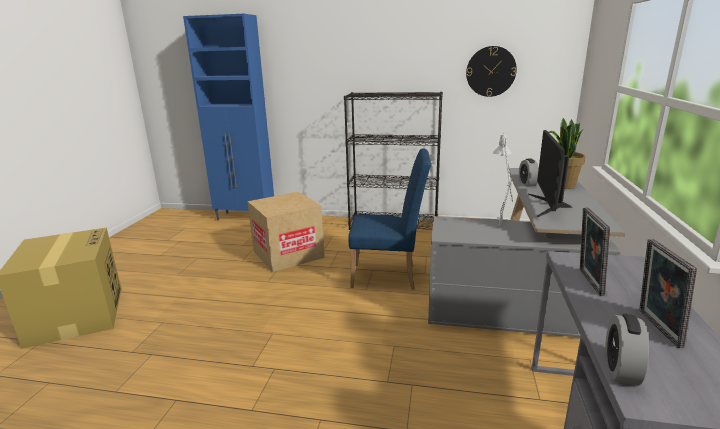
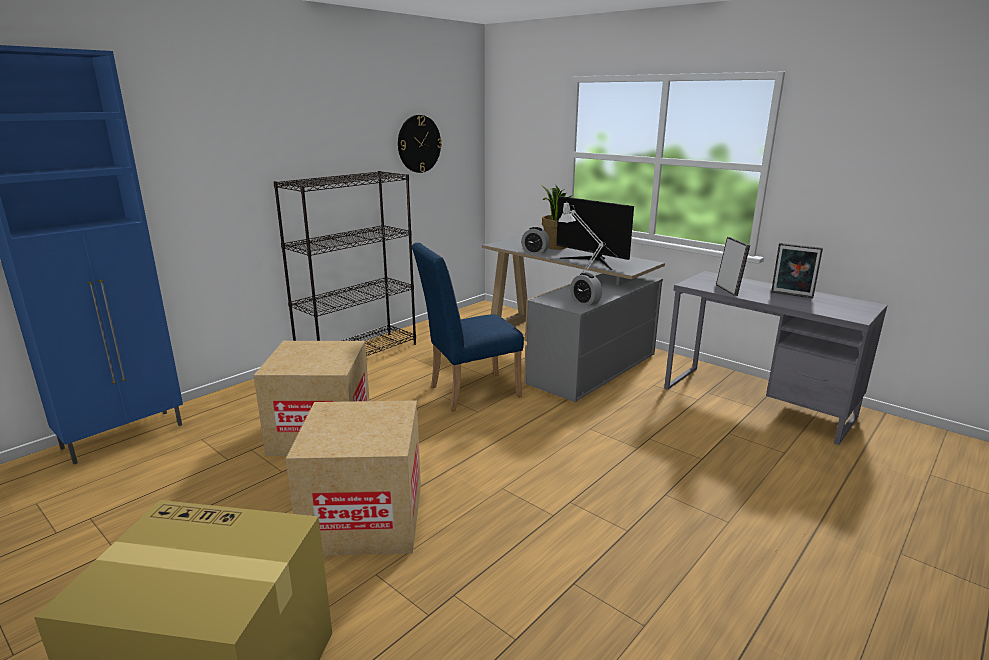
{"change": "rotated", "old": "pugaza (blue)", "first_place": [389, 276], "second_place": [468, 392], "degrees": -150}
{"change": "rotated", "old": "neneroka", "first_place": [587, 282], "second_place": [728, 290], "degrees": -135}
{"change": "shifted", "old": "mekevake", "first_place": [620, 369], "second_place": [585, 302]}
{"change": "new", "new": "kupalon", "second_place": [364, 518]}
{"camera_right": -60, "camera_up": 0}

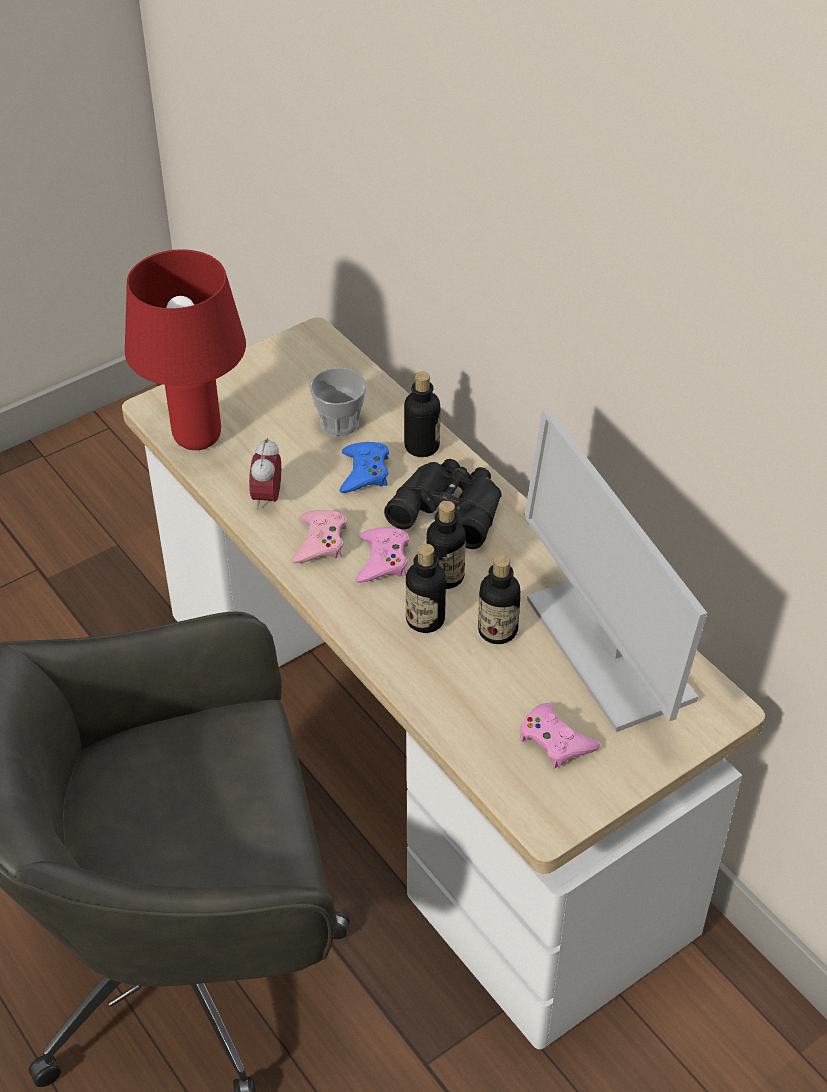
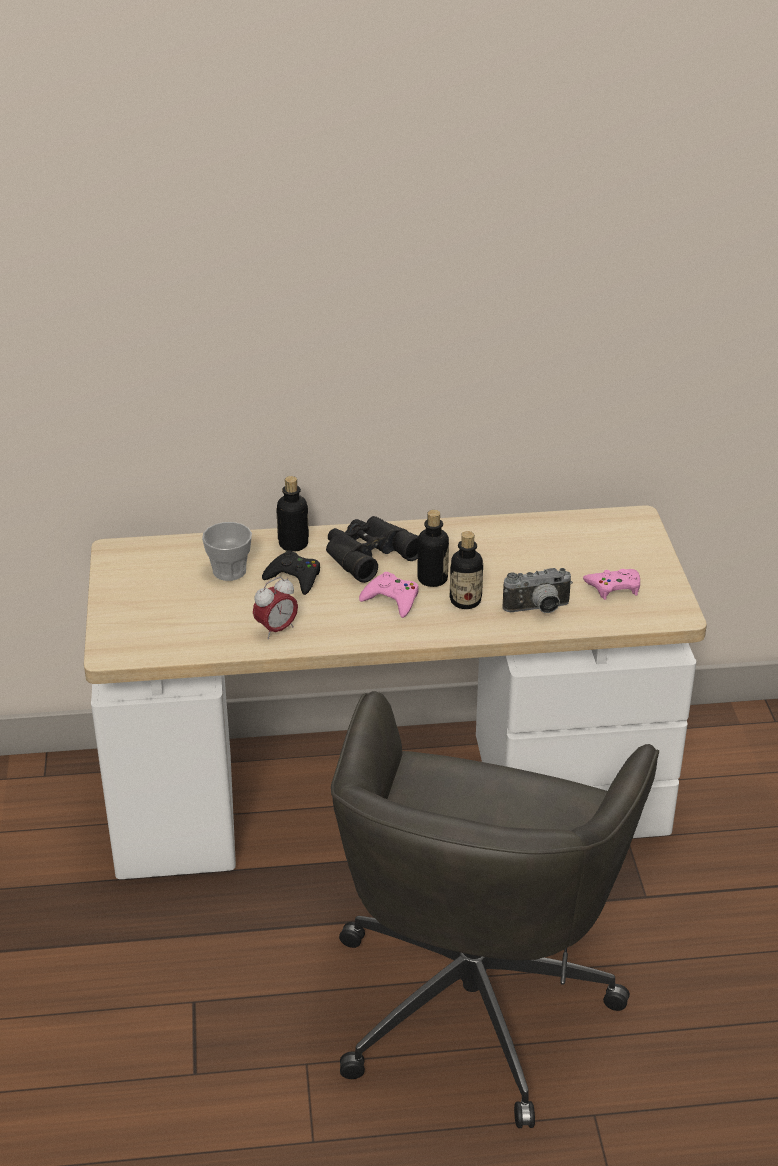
{"change": "gone", "old": "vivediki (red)", "first_place": [196, 437]}
{"change": "rotated", "old": "mekevake", "first_place": [267, 498], "second_place": [276, 630], "degrees": -75}
{"change": "gone", "old": "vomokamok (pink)", "first_place": [320, 542]}
{"change": "repainted", "old": "vomokamok (blue)", "new": "vomokamok (black)", "first_place": [364, 472], "second_place": [294, 577]}
{"change": "gone", "old": "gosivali", "first_place": [497, 631]}
{"change": "gone", "old": "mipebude", "first_place": [607, 648]}
{"change": "new", "new": "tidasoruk", "second_place": [538, 610]}
{"camera_right": -60, "camera_up": -10}

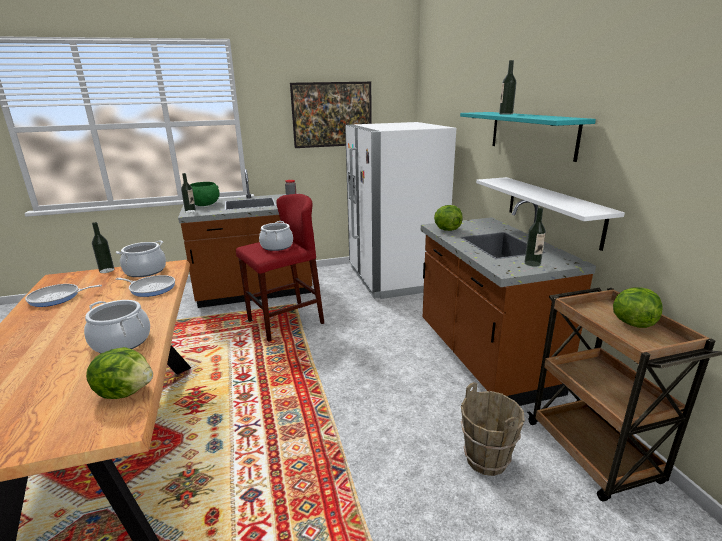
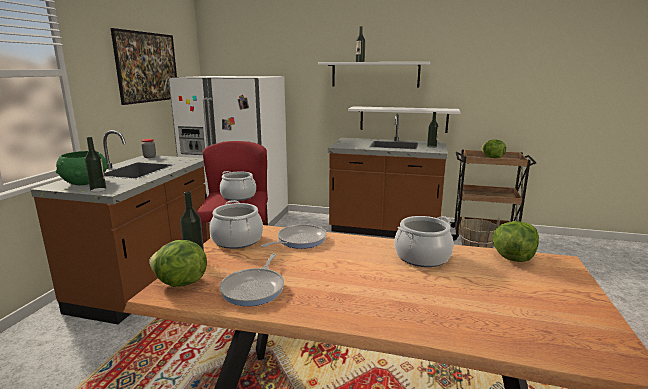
{"change": "shifted", "old": "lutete", "first_place": [446, 230], "second_place": [180, 283]}
{"change": "repainted", "old": "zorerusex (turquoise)", "new": "zorerusex (white)", "first_place": [531, 134], "second_place": [375, 74]}
{"camera_right": -60, "camera_up": -5}

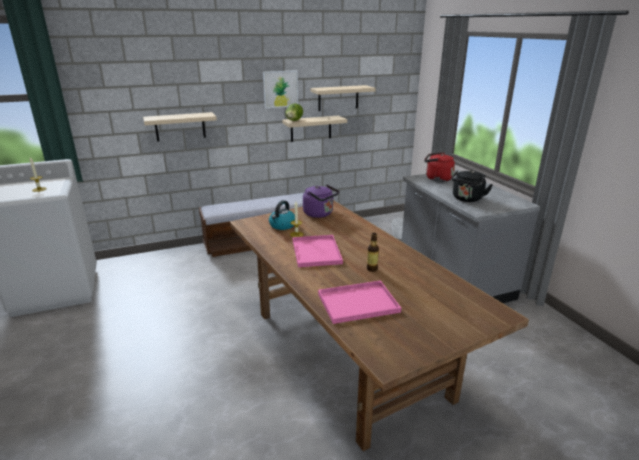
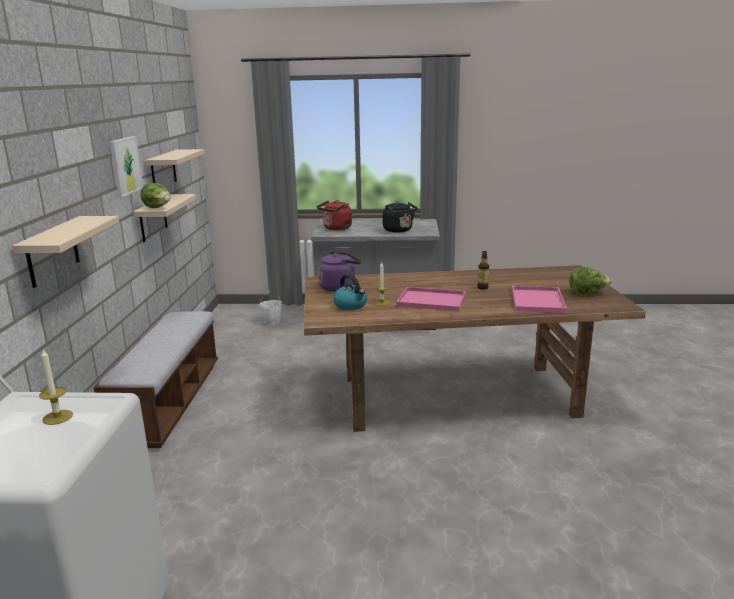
{"change": "new", "new": "lutete", "second_place": [587, 293]}
{"camera_right": -65, "camera_up": -5}

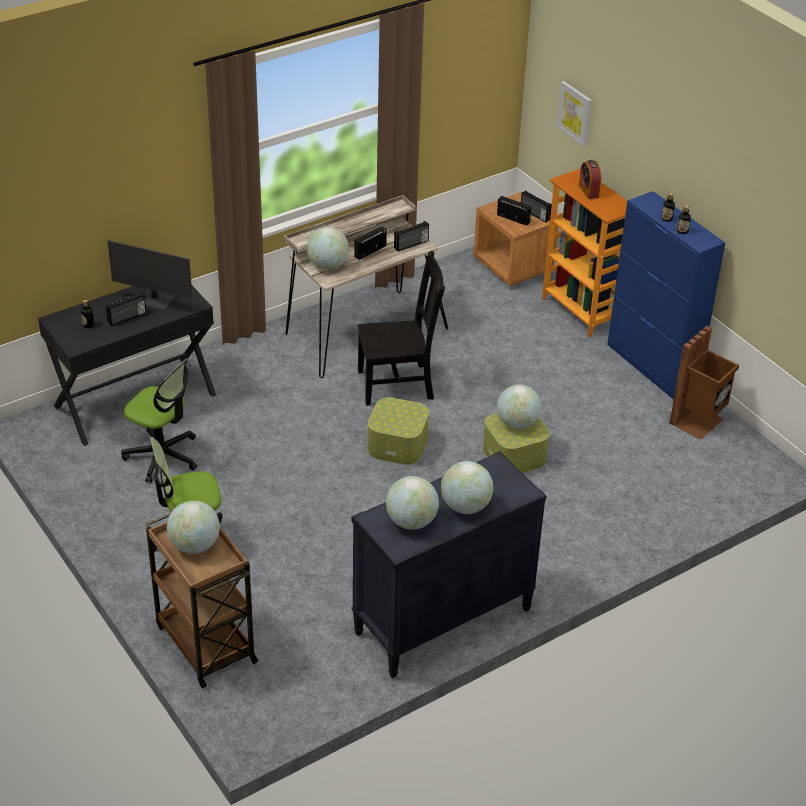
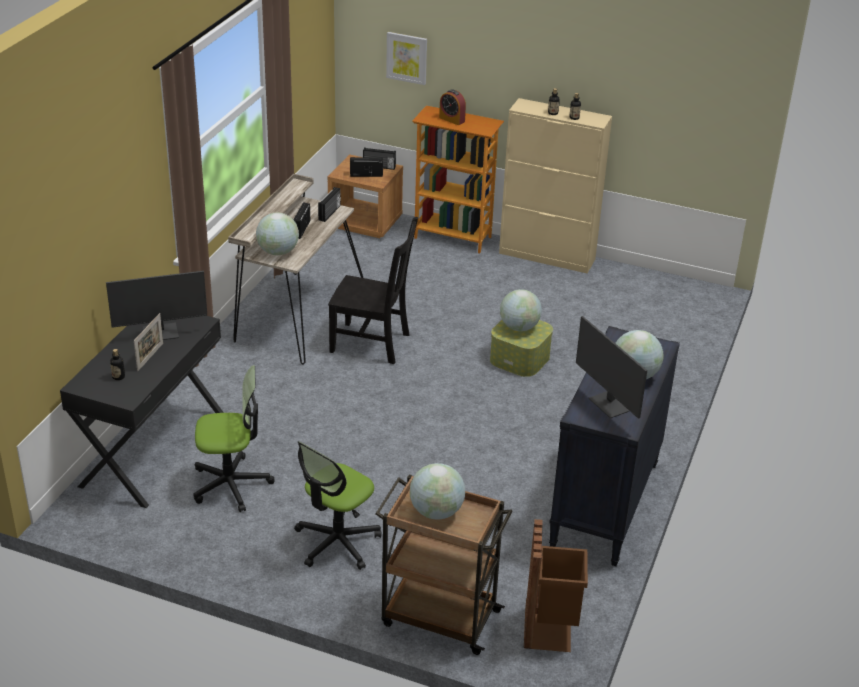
{"change": "swapped", "old": "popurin", "new": "neneroka", "first_place": [127, 318], "second_place": [150, 357]}
{"change": "rotated", "old": "pugaza (black)", "first_place": [398, 384], "second_place": [372, 343], "degrees": 60}
{"change": "gone", "old": "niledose", "first_place": [397, 444]}
{"change": "swapped", "old": "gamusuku", "new": "mipebude", "first_place": [411, 522], "second_place": [610, 404]}
{"change": "repainted", "old": "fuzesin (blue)", "new": "fuzesin (beige)", "first_place": [652, 366], "second_place": [547, 256]}
{"change": "shifted", "old": "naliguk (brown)", "first_place": [698, 421], "second_place": [550, 630]}
{"camera_right": -35, "camera_up": -5}

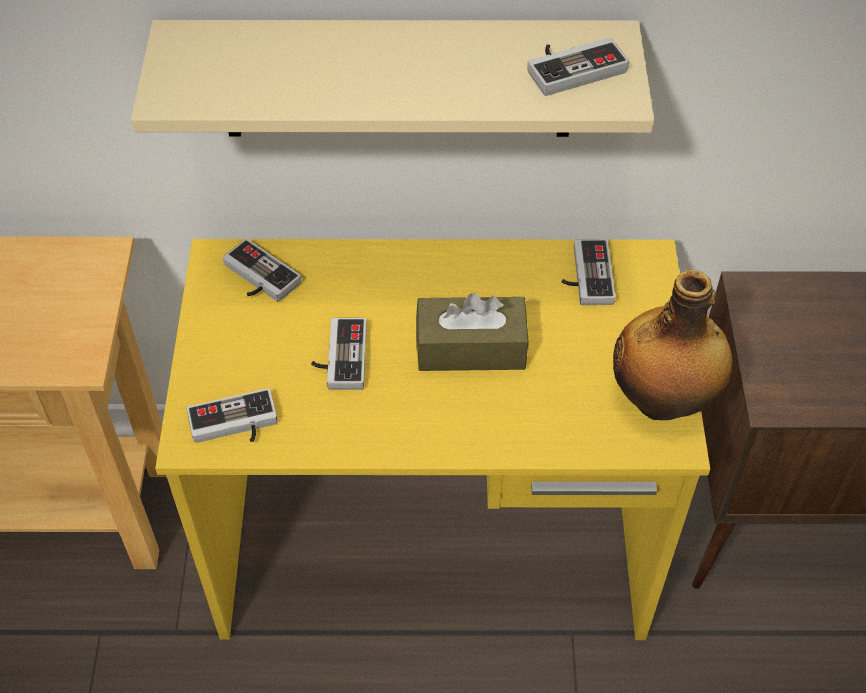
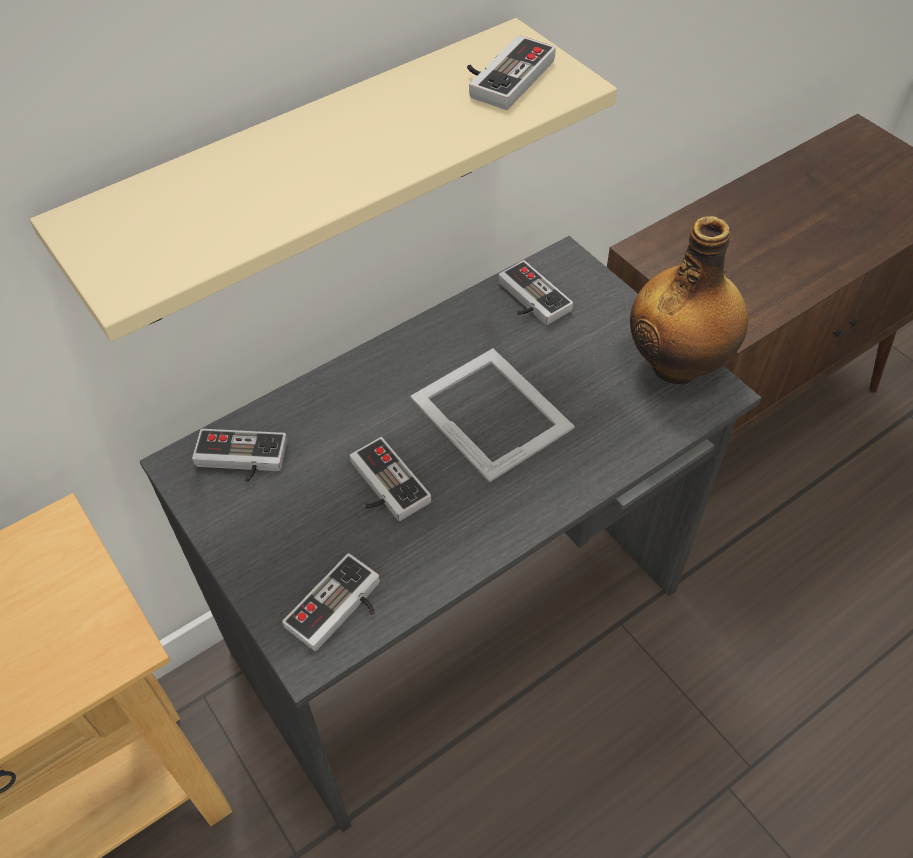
{"change": "repainted", "old": "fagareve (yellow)", "new": "fagareve (grey)", "first_place": [434, 545], "second_place": [461, 624]}
{"change": "swapped", "old": "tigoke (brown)", "new": "neneroka", "first_place": [471, 348], "second_place": [491, 411]}
{"camera_right": -35, "camera_up": 0}

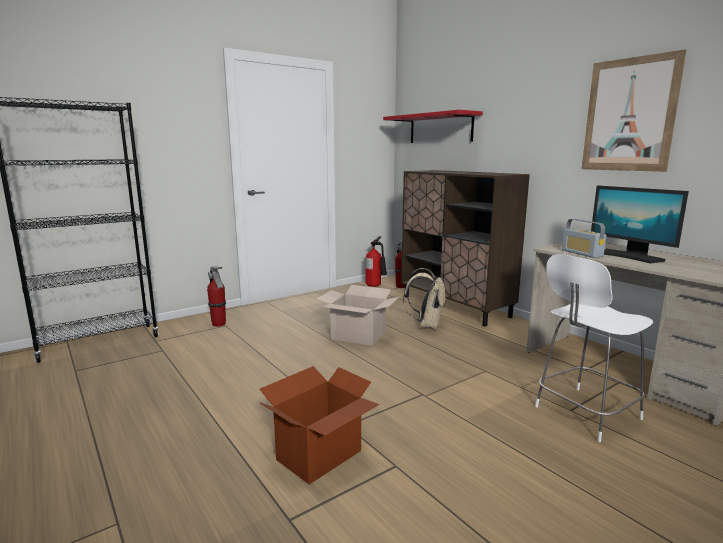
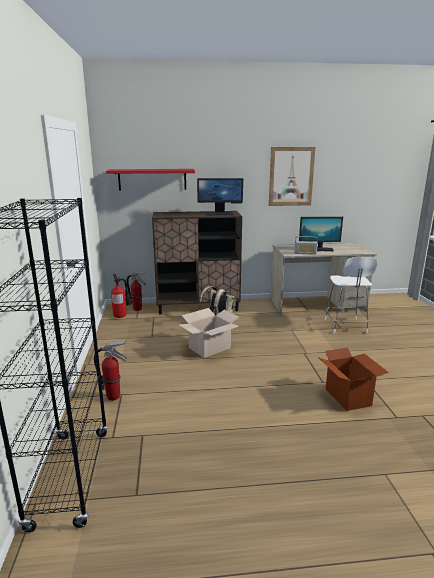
{"change": "new", "new": "mipebude", "second_place": [220, 213]}
{"camera_right": -60, "camera_up": 5}

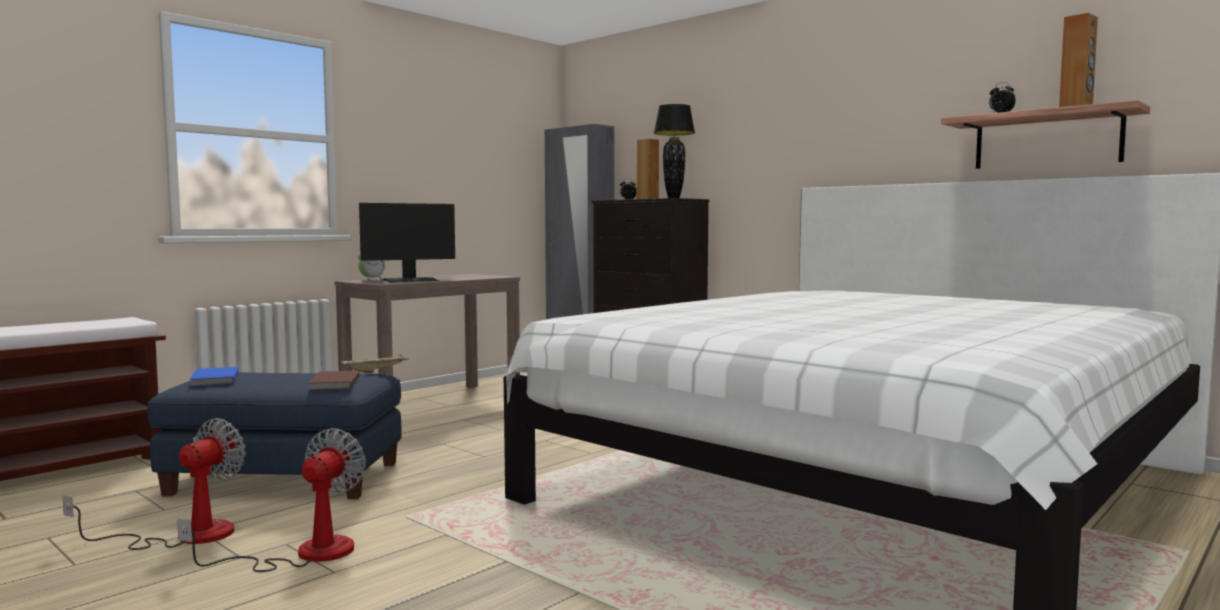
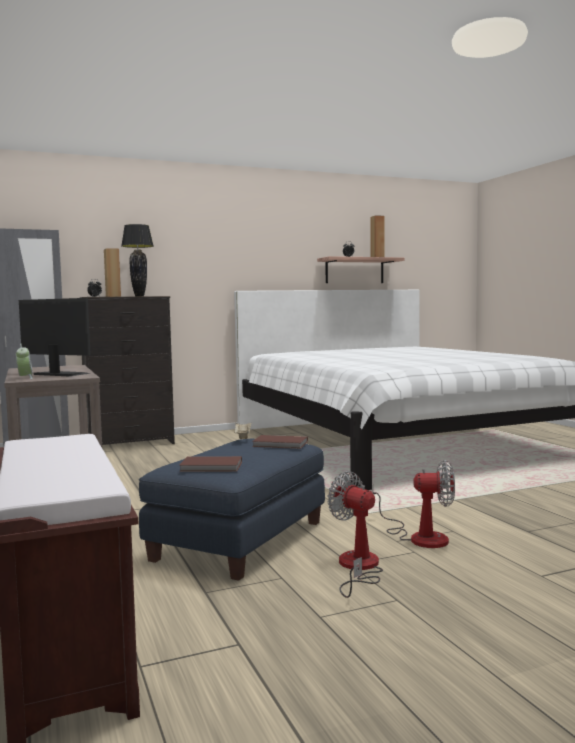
{"change": "rotated", "old": "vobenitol", "first_place": [304, 554], "second_place": [419, 537], "degrees": 150}
{"change": "repainted", "old": "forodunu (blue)", "new": "forodunu (brown)", "first_place": [213, 379], "second_place": [212, 467]}
{"change": "rotated", "old": "mipebude", "first_place": [411, 280], "second_place": [60, 374], "degrees": -60}
{"camera_right": -65, "camera_up": 0}

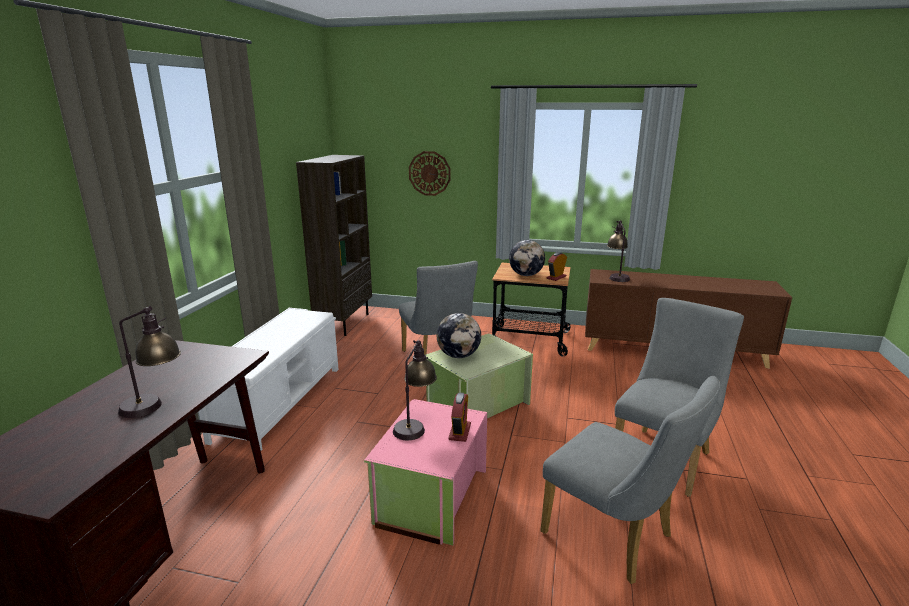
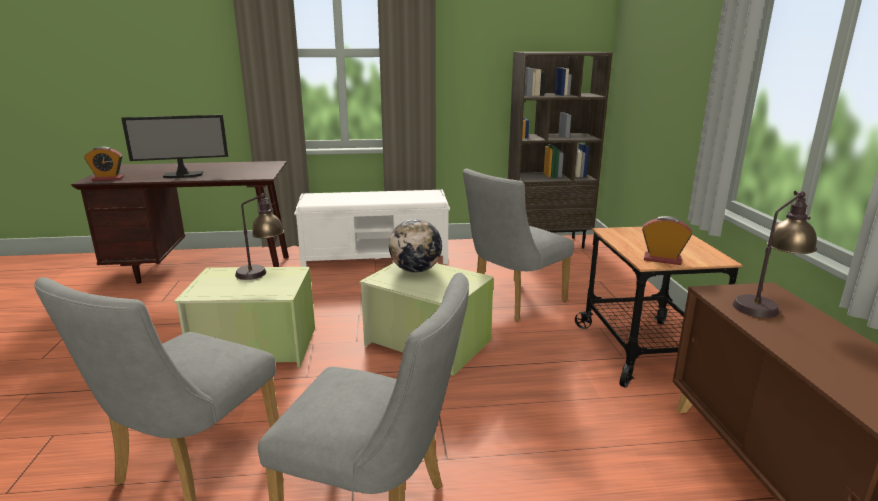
{"change": "swapped", "old": "vivediki", "new": "mipebude", "first_place": [155, 407], "second_place": [182, 175]}
{"change": "repainted", "old": "niledose (pink)", "new": "niledose (green)", "first_place": [430, 496], "second_place": [255, 346]}
{"change": "gone", "old": "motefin", "first_place": [429, 173]}
{"change": "shifted", "old": "mekevake", "first_place": [459, 432], "second_place": [108, 179]}
{"change": "gone", "old": "gamusuku", "first_place": [526, 275]}
{"camera_right": 70, "camera_up": 0}

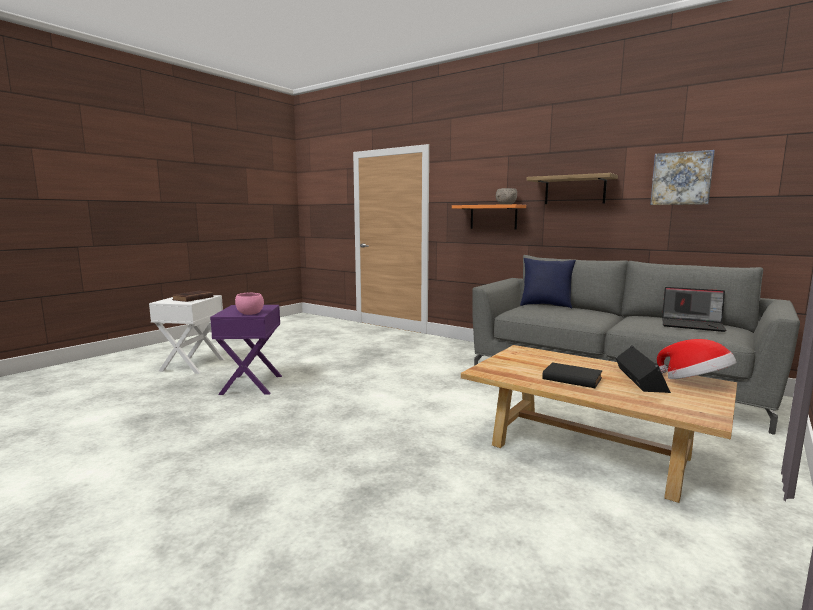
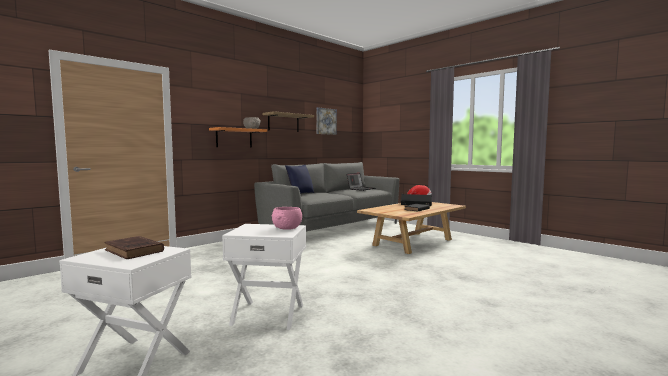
{"change": "repainted", "old": "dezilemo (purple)", "new": "dezilemo (white)", "first_place": [252, 385], "second_place": [268, 314]}
{"camera_right": -80, "camera_up": -5}

